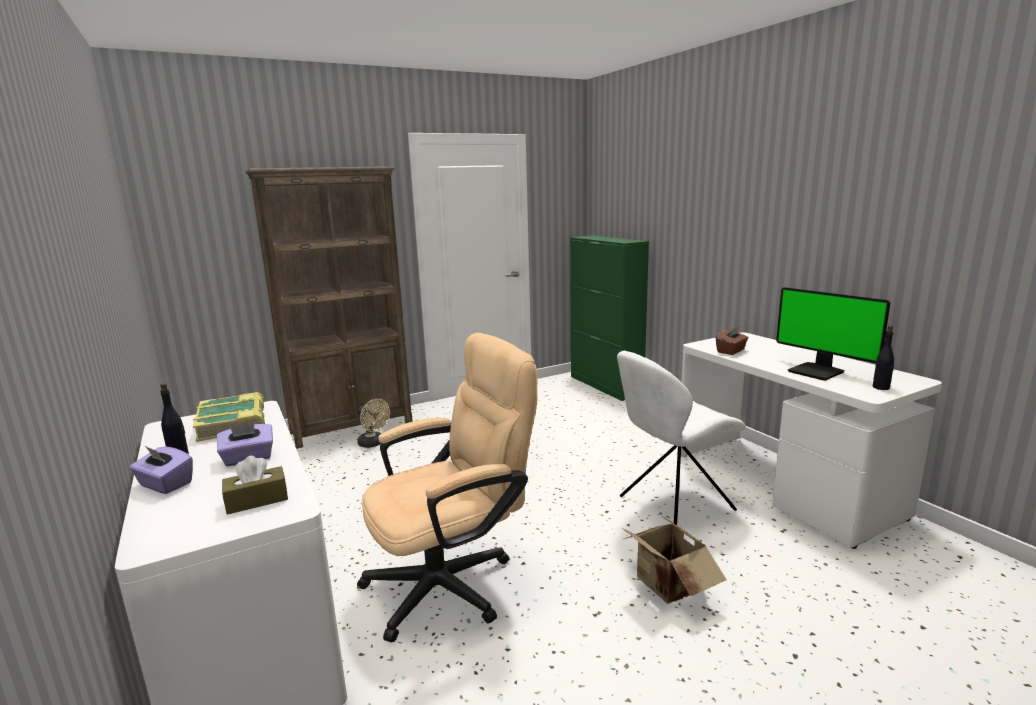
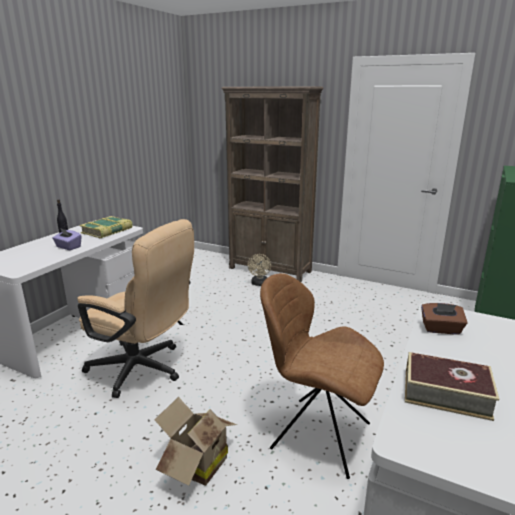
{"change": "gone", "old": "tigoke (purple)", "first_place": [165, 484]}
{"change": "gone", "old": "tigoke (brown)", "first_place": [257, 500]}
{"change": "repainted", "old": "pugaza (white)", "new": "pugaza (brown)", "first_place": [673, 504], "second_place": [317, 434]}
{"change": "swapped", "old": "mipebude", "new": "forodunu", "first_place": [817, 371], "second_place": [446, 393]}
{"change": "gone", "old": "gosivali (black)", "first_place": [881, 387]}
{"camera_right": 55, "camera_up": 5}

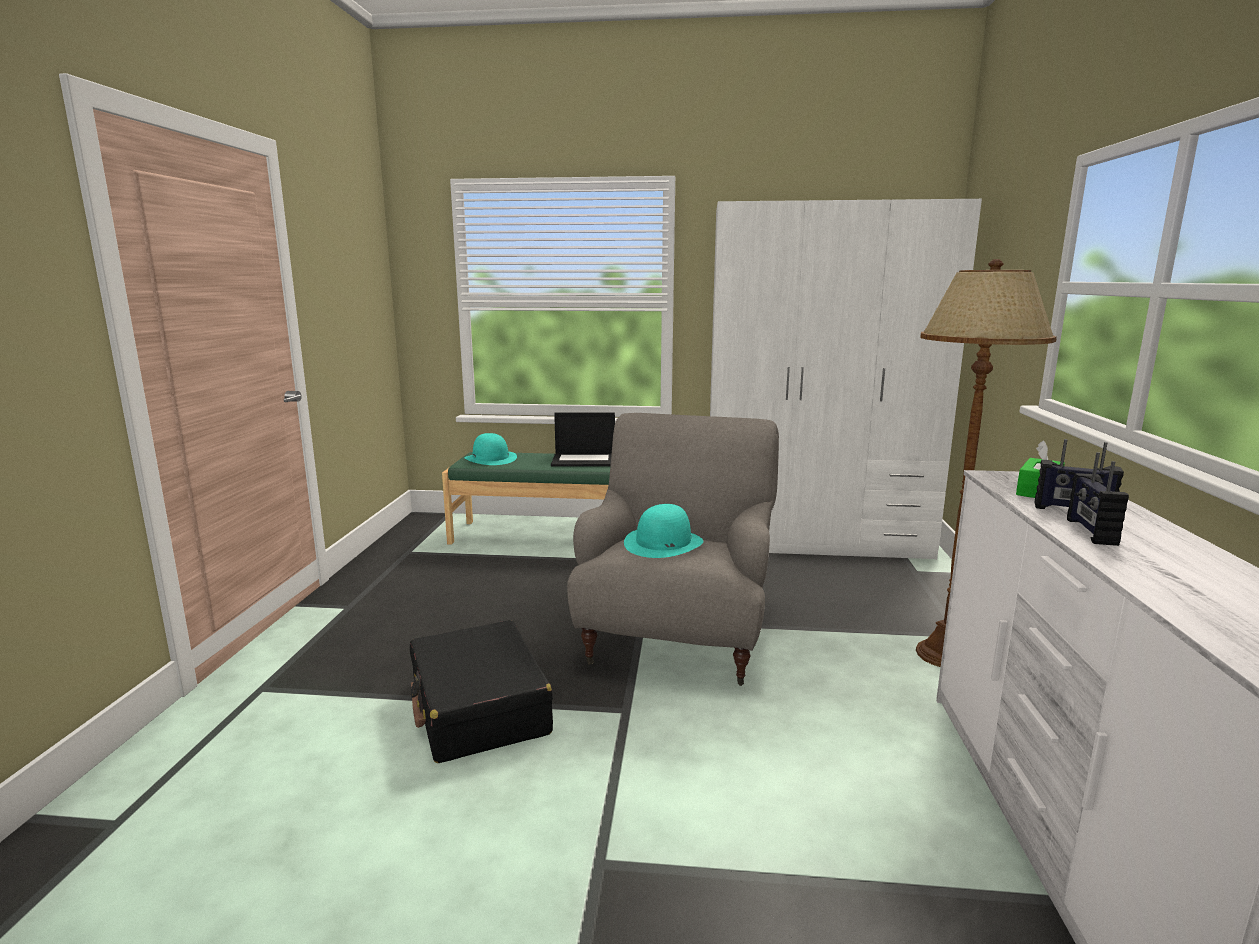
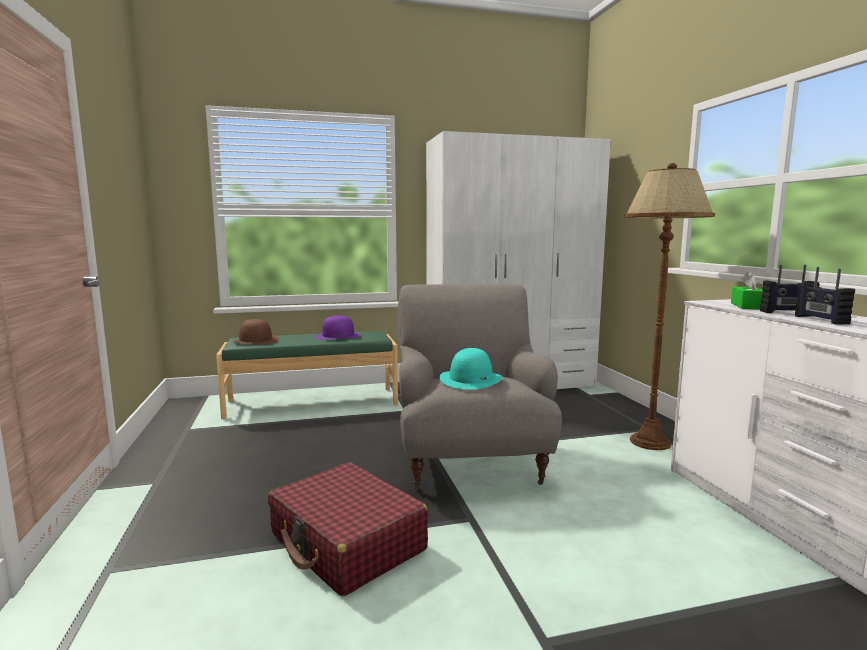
{"change": "repainted", "old": "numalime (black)", "new": "numalime (red)", "first_place": [479, 708], "second_place": [347, 542]}
{"change": "repainted", "old": "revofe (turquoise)", "new": "revofe (brown)", "first_place": [491, 458], "second_place": [256, 341]}
{"change": "swapped", "old": "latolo", "new": "revofe (purple)", "first_place": [585, 460], "second_place": [338, 336]}
{"camera_right": -20, "camera_up": -5}

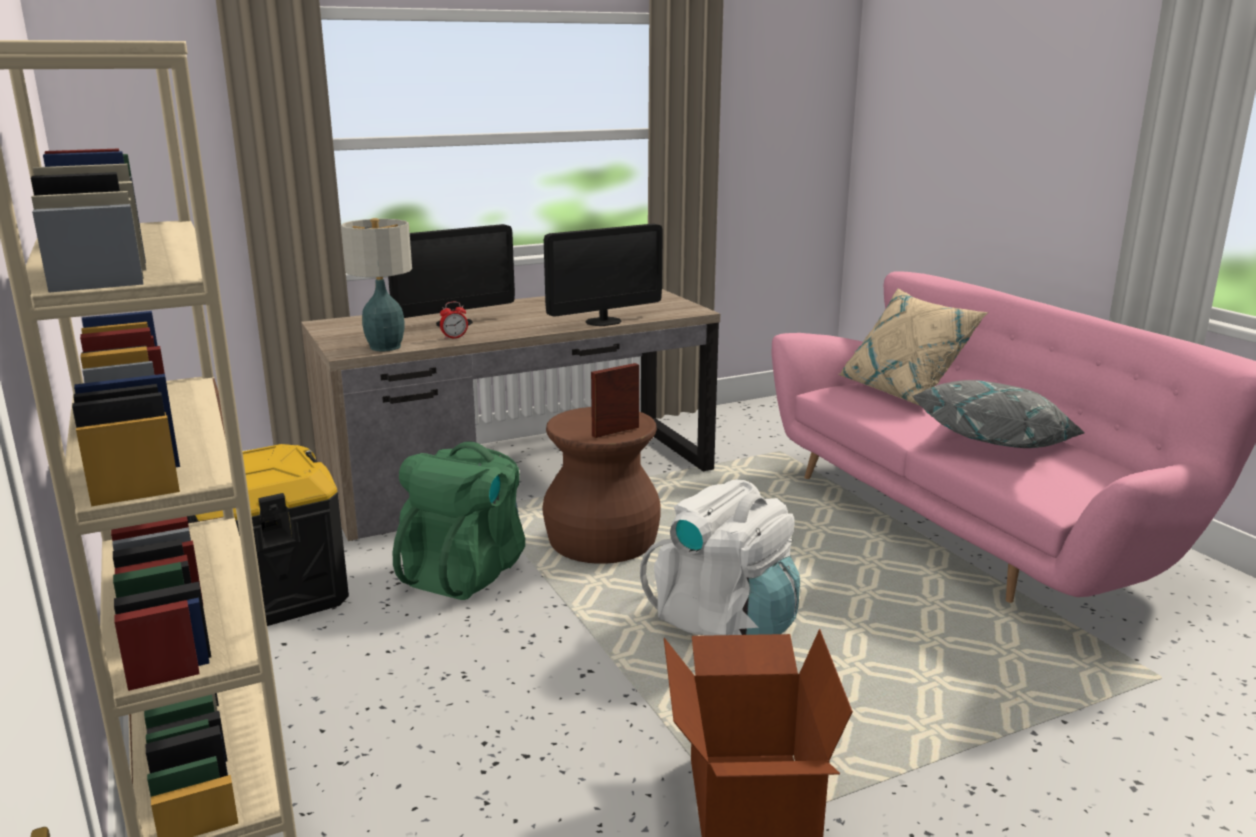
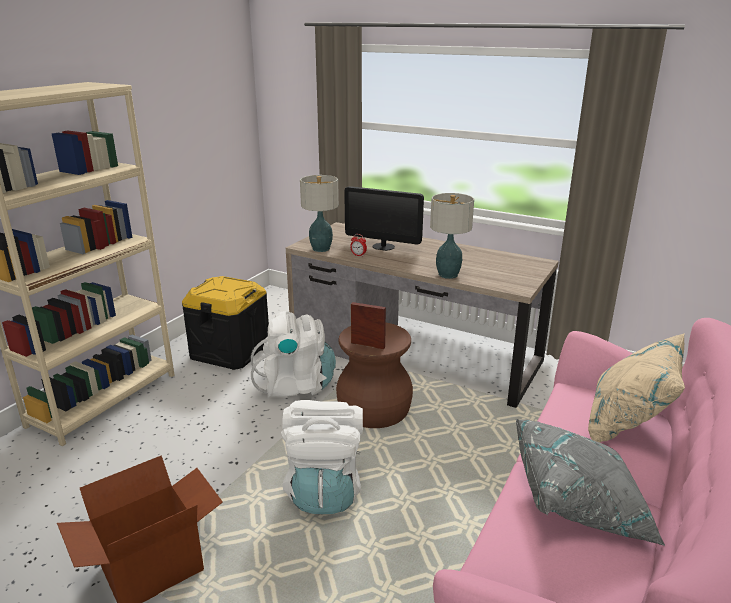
{"change": "repainted", "old": "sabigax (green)", "new": "sabigax (white)", "first_place": [465, 572], "second_place": [296, 385]}
{"change": "swapped", "old": "mipebude", "new": "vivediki", "first_place": [603, 321], "second_place": [448, 275]}
{"camera_right": 55, "camera_up": 5}

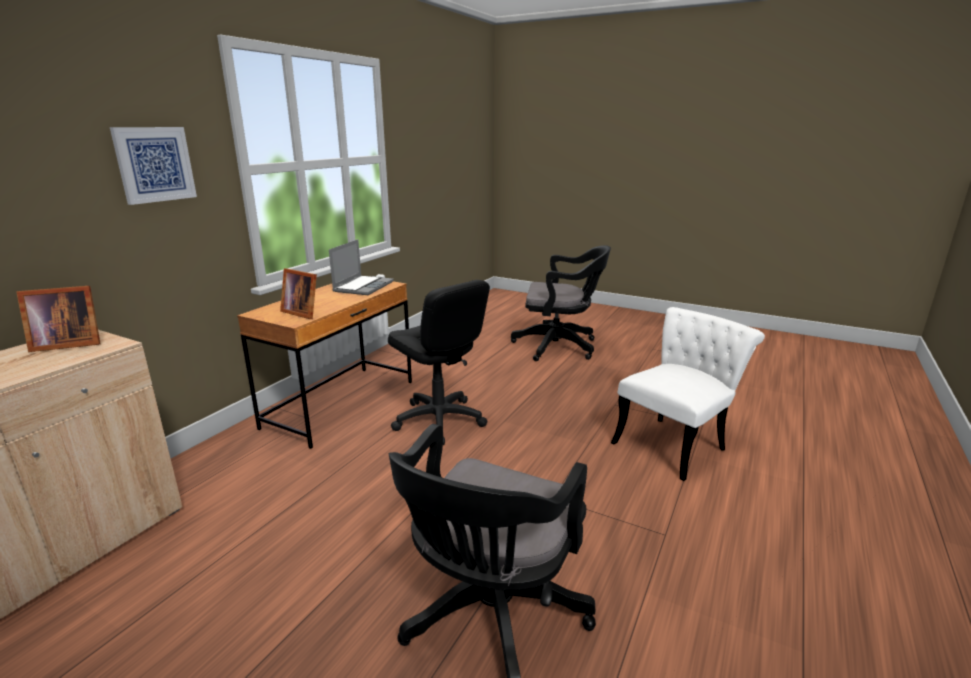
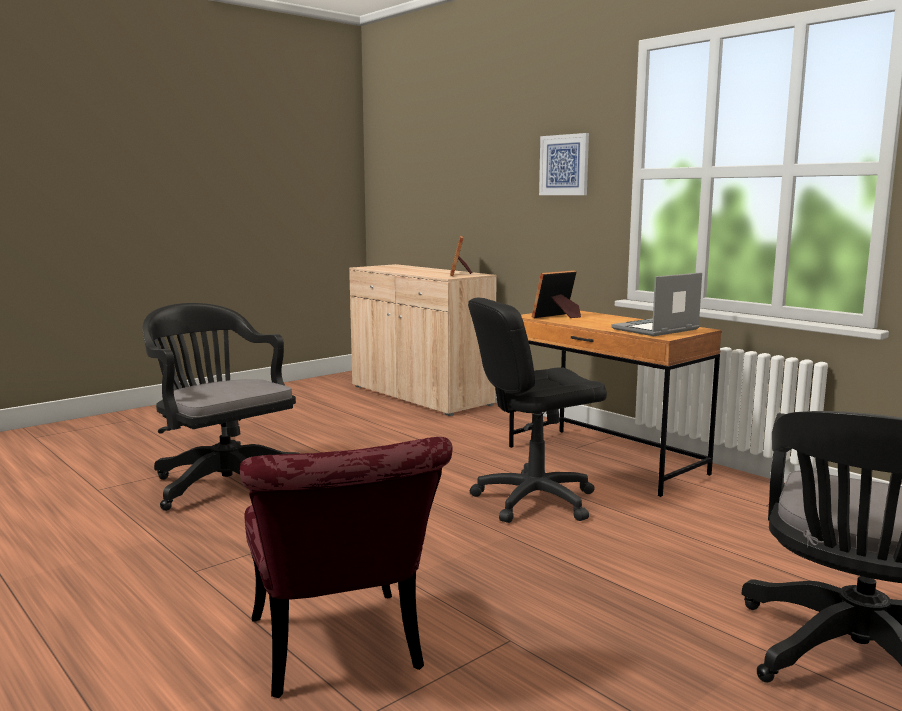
{"change": "rotated", "old": "latolo", "first_place": [363, 286], "second_place": [655, 329], "degrees": 105}
{"change": "repainted", "old": "pugaza (white)", "new": "pugaza (red)", "first_place": [675, 443], "second_place": [340, 654]}
{"camera_right": 110, "camera_up": -10}

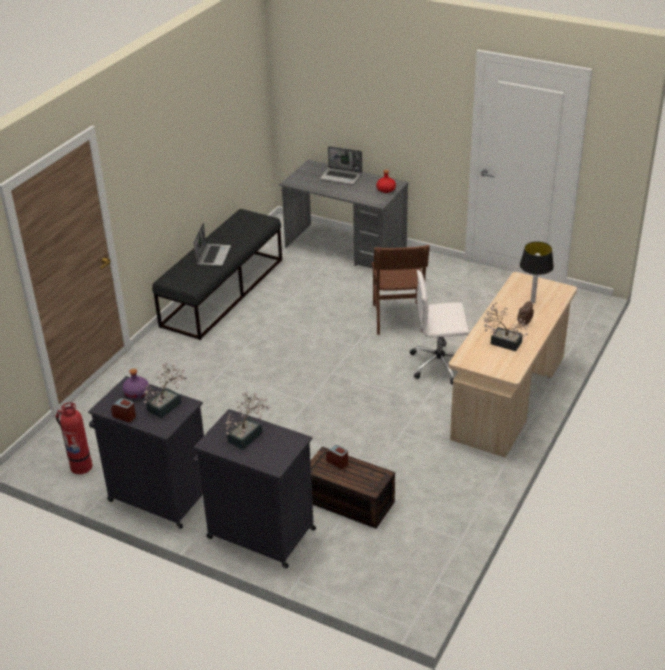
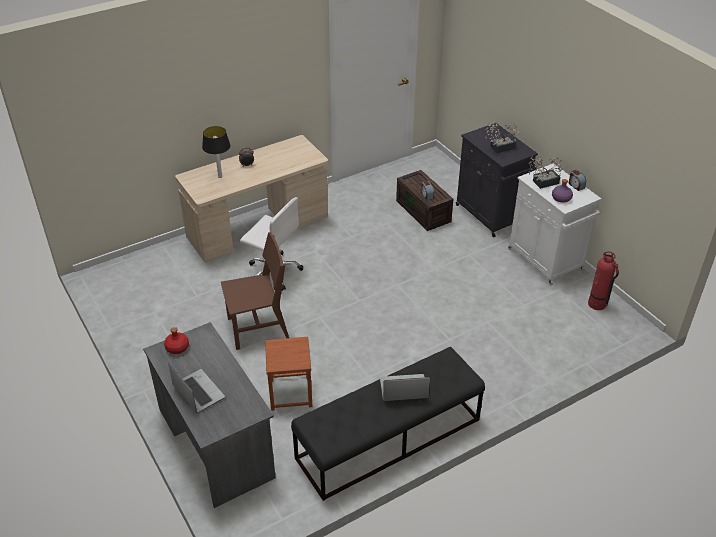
{"change": "repainted", "old": "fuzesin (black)", "new": "fuzesin (white)", "first_place": [158, 496], "second_place": [546, 260]}
{"change": "rotated", "old": "latolo", "first_place": [213, 255], "second_place": [403, 389], "degrees": 45}
{"change": "rotated", "old": "pugaza (brown)", "first_place": [397, 318], "second_place": [258, 328], "degrees": 45}
{"change": "gone", "old": "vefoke", "first_place": [502, 341]}
{"change": "new", "new": "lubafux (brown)", "second_place": [291, 393]}
{"camera_right": -150, "camera_up": 5}

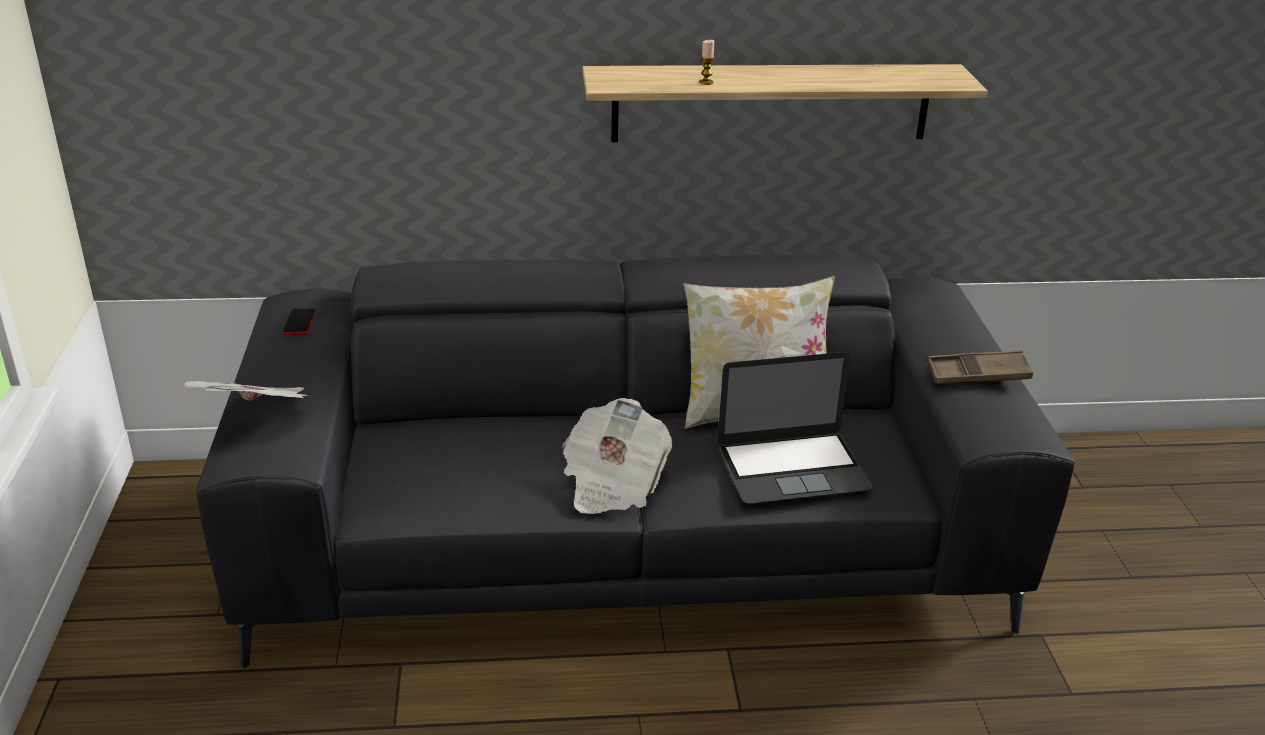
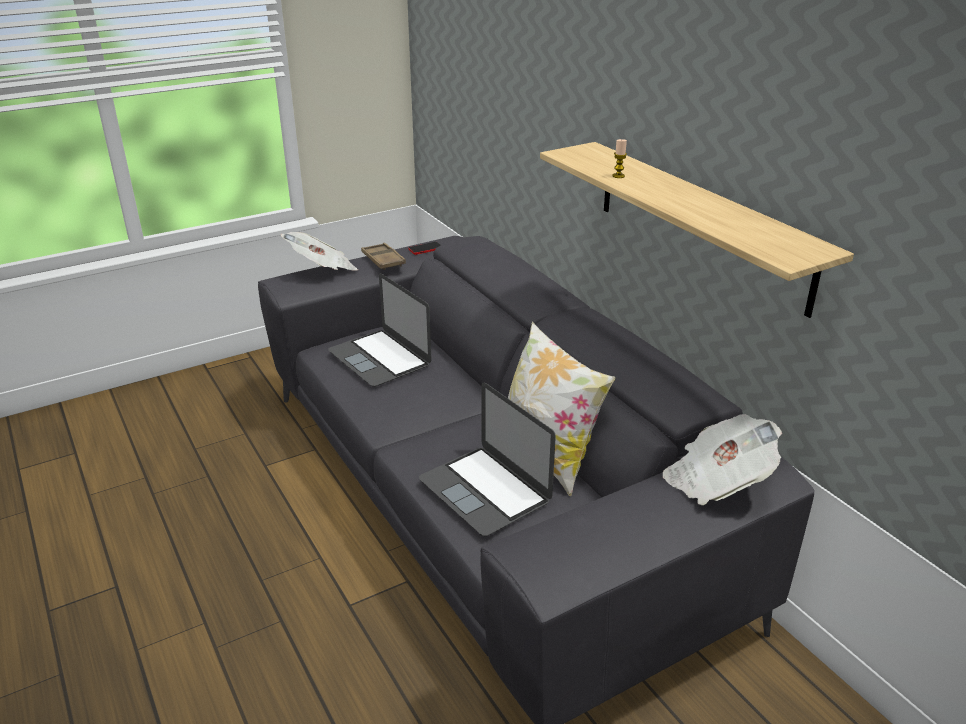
{"change": "shifted", "old": "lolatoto", "first_place": [612, 483], "second_place": [717, 480]}
{"change": "shifted", "old": "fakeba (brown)", "first_place": [978, 374], "second_place": [383, 260]}
{"change": "new", "new": "latolo", "second_place": [379, 358]}
{"camera_right": 65, "camera_up": 0}

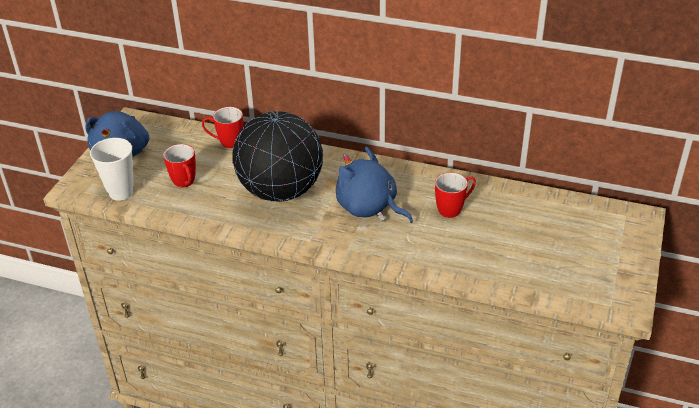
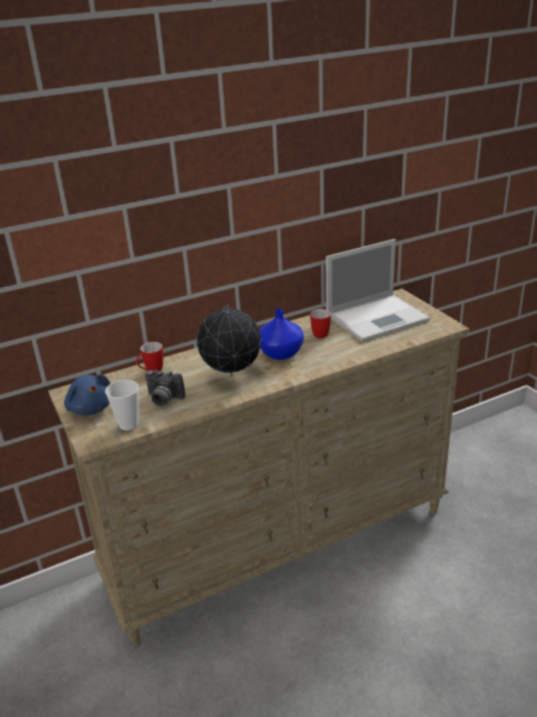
{"change": "swapped", "old": "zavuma", "new": "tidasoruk", "first_place": [186, 185], "second_place": [163, 399]}
{"change": "swapped", "old": "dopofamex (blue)", "new": "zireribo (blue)", "first_place": [369, 207], "second_place": [281, 353]}
{"change": "new", "new": "latolo", "second_place": [378, 317]}
{"camera_right": -45, "camera_up": -10}

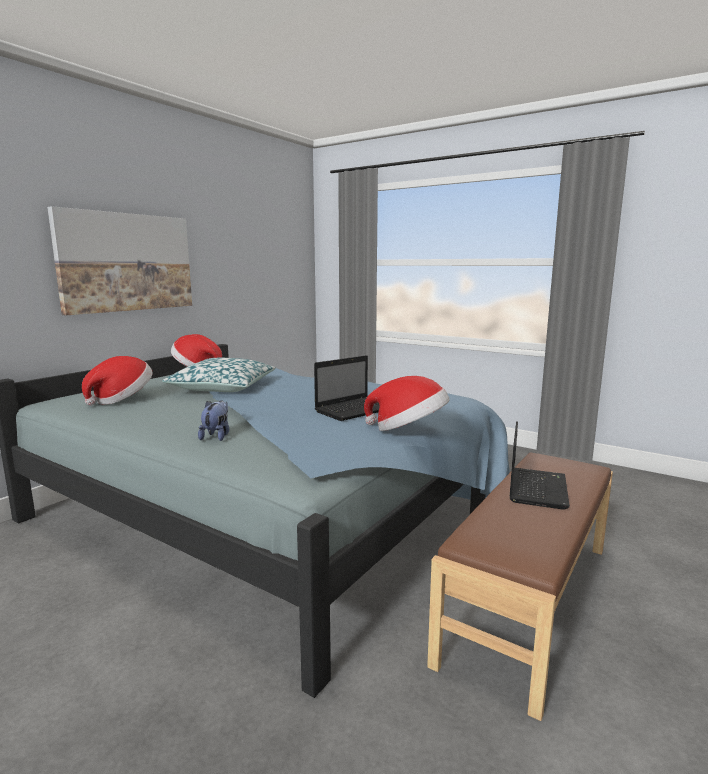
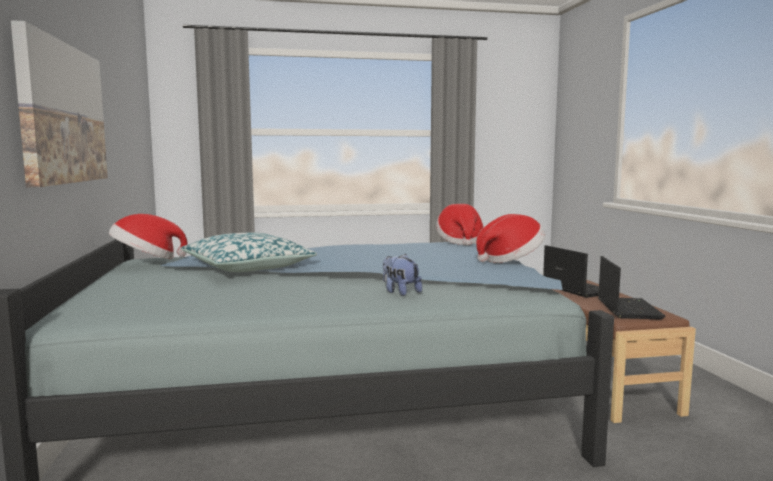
{"change": "shifted", "old": "revofe", "first_place": [122, 399], "second_place": [460, 241]}
{"change": "shifted", "old": "latolo", "first_place": [356, 410], "second_place": [627, 309]}
{"camera_right": -45, "camera_up": -5}

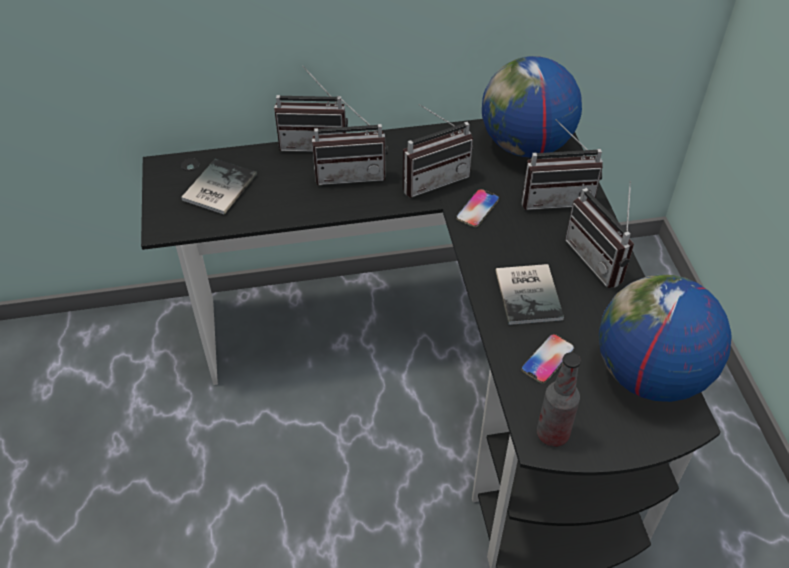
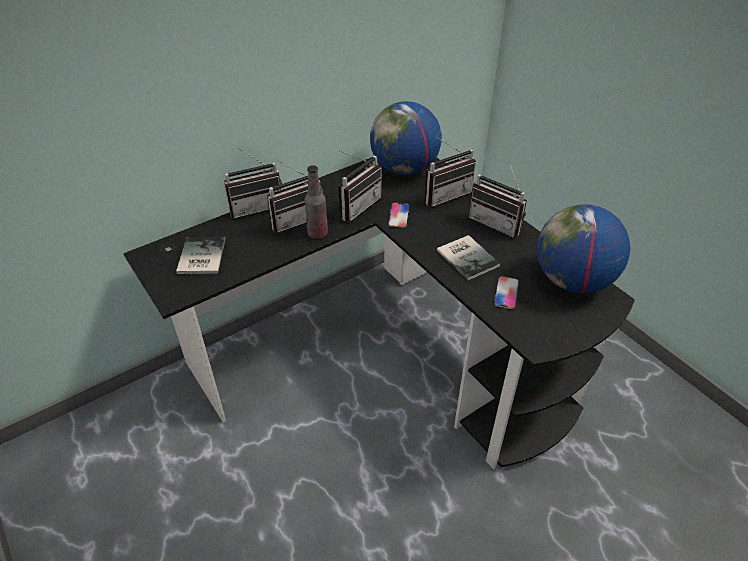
{"change": "shifted", "old": "gosivali", "first_place": [552, 434], "second_place": [317, 233]}
{"camera_right": -25, "camera_up": -5}

